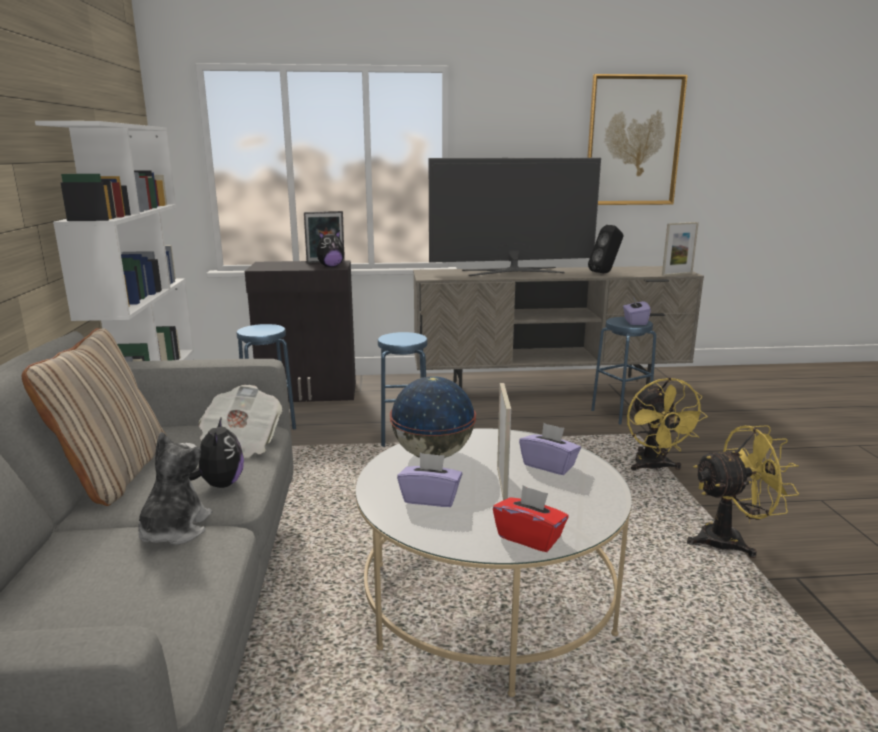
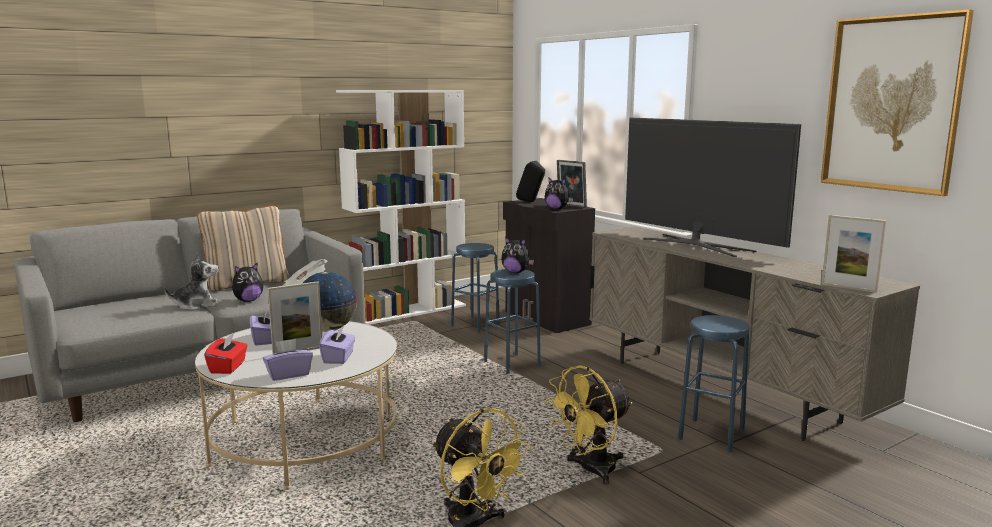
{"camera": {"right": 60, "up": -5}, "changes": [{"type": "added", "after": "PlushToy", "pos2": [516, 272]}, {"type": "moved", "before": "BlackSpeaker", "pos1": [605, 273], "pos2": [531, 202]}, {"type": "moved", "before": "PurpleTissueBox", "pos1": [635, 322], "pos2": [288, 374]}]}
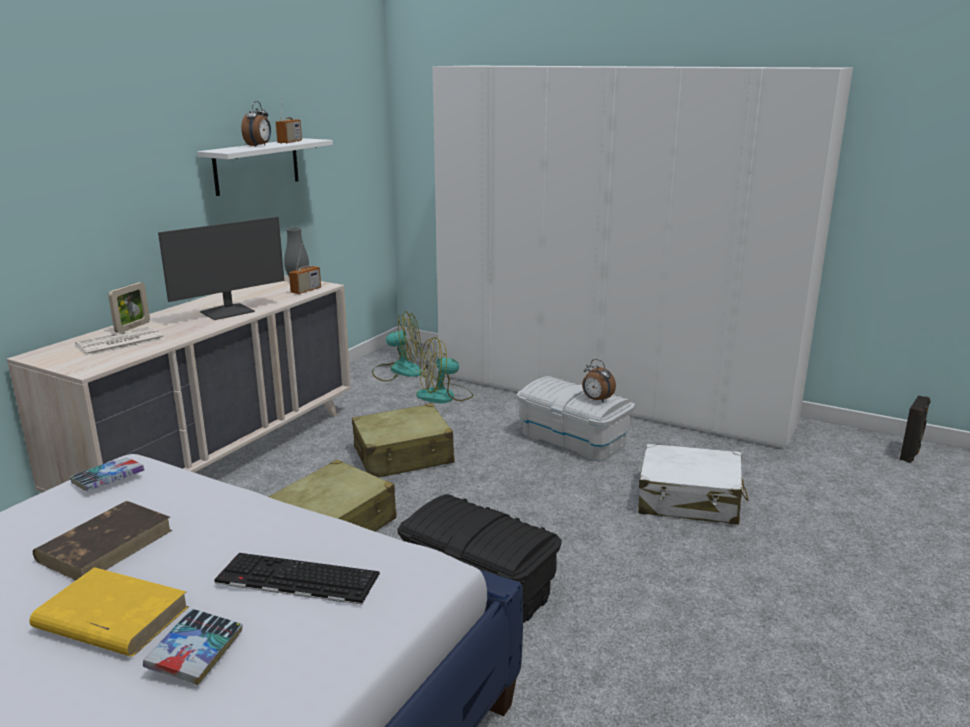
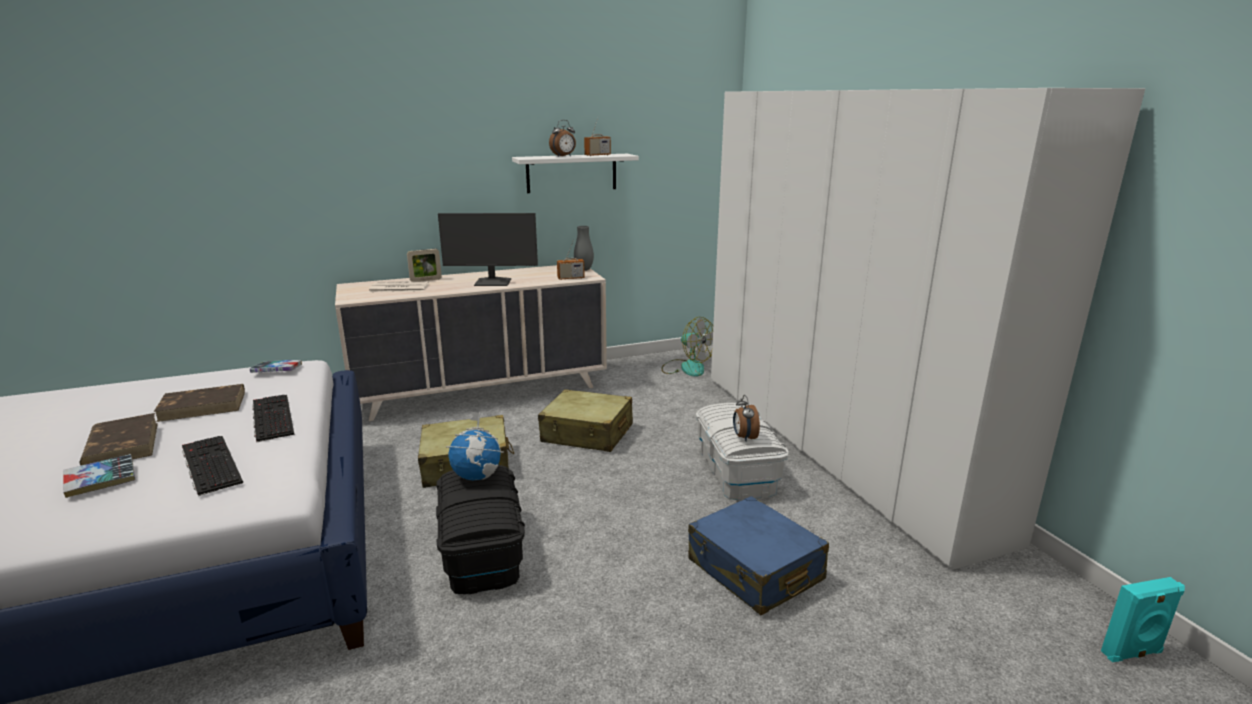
{"camera": {"right": 40, "up": 0}, "changes": [{"type": "removed", "before": "Fan", "pos1": [444, 396]}, {"type": "added", "after": "Keyboard", "pos2": [271, 417]}, {"type": "added", "after": "Globe", "pos2": [477, 476]}, {"type": "recoloured", "before": "YellowBook", "after": "BrownBook", "pos1": [110, 618], "pos2": [122, 444]}, {"type": "recoloured", "before": "WhiteSuitcase", "after": "BlueSuitcase", "pos1": [689, 500], "pos2": [754, 570]}, {"type": "recoloured", "before": "BlackSpeaker", "after": "TurquoiseSpeaker", "pos1": [910, 454], "pos2": [1132, 653]}]}
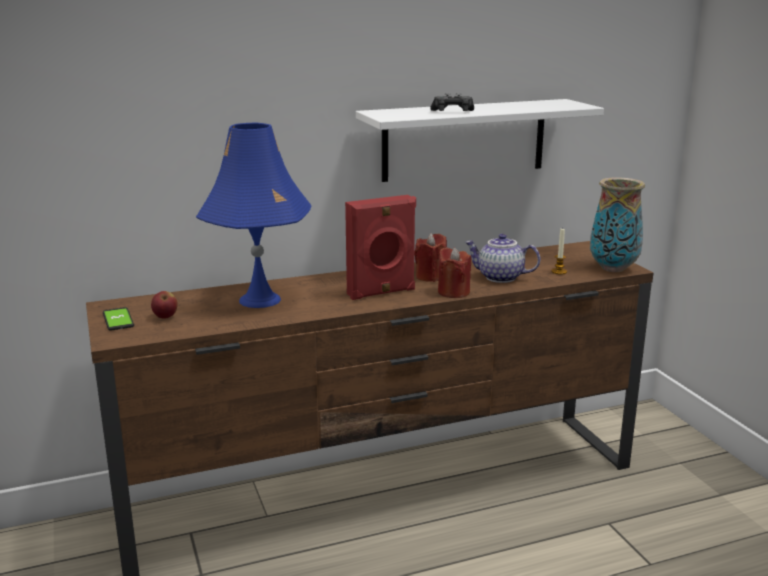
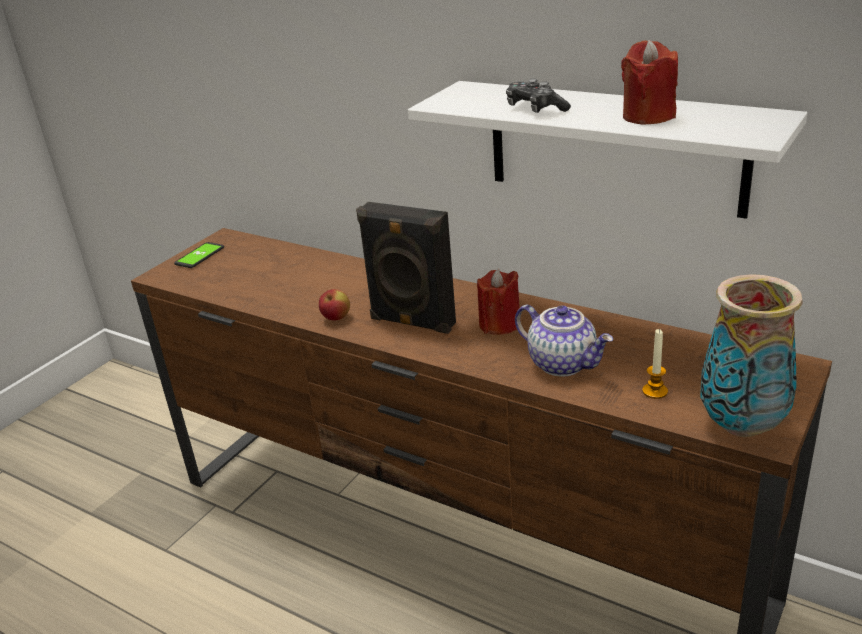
{"camera": {"right": 55, "up": 10}, "changes": [{"type": "removed", "before": "BlueTableLamp", "pos1": [259, 300]}, {"type": "moved", "before": "Apple", "pos1": [165, 317], "pos2": [336, 318]}, {"type": "moved", "before": "RedCandle", "pos1": [453, 292], "pos2": [648, 116]}, {"type": "recoloured", "before": "RedSpeaker", "after": "BlackSpeaker", "pos1": [382, 292], "pos2": [411, 322]}, {"type": "turned", "before": "Teapot", "pos1": [499, 278], "pos2": [563, 363], "turn": 150}]}
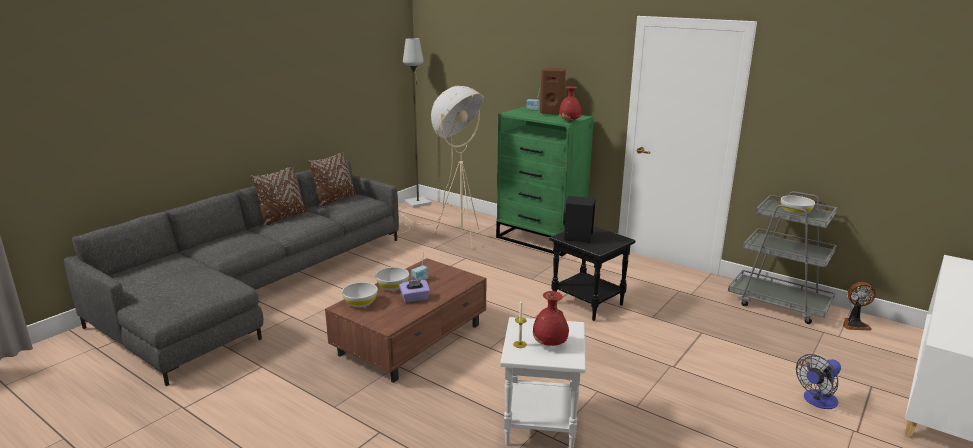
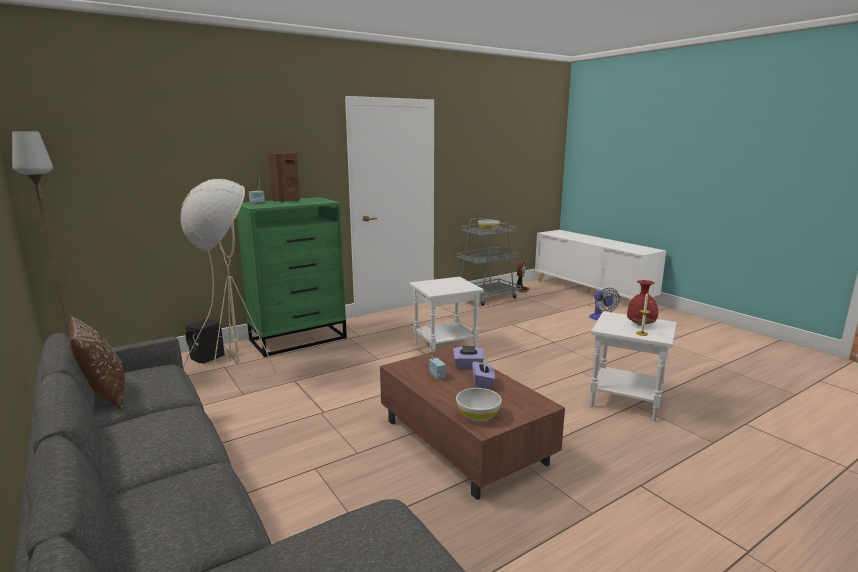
{"camera": {"right": -70, "up": -5}, "changes": [{"type": "removed", "before": "BrownPillow", "pos1": [282, 217]}, {"type": "removed", "before": "WhiteBowl", "pos1": [392, 286]}, {"type": "removed", "before": "RedVase", "pos1": [569, 121]}, {"type": "added", "after": "PurpleTissueBox", "pos2": [468, 366]}, {"type": "moved", "before": "BlackSpeaker", "pos1": [578, 237], "pos2": [207, 357]}, {"type": "recoloured", "before": "BlackSideTable", "after": "WhiteSideTable", "pos1": [588, 303], "pos2": [445, 347]}]}
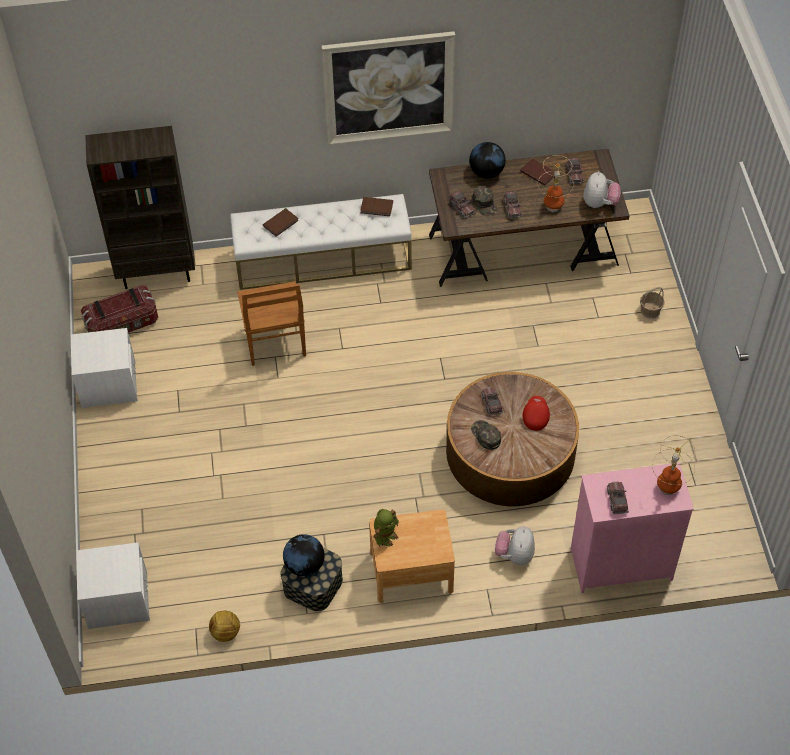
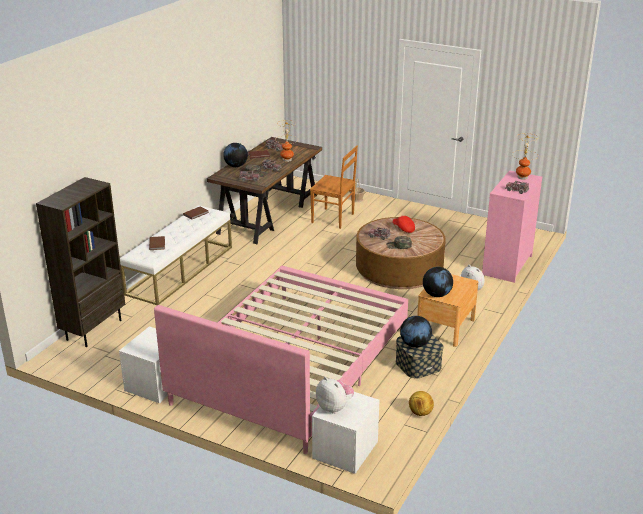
{"camera": {"right": -55, "up": -25}, "changes": [{"type": "removed", "before": "StorageBox", "pos1": [123, 325]}, {"type": "removed", "before": "Picture", "pos1": [389, 87]}, {"type": "added", "after": "PinkBed", "pos2": [292, 365]}, {"type": "moved", "before": "BrownChair", "pos1": [275, 343], "pos2": [334, 218]}, {"type": "moved", "before": "PlushToy", "pos1": [599, 203], "pos2": [334, 407]}, {"type": "replaced", "before": "ToyRobot", "after": "Globe", "pos1": [385, 536], "pos2": [437, 295]}]}
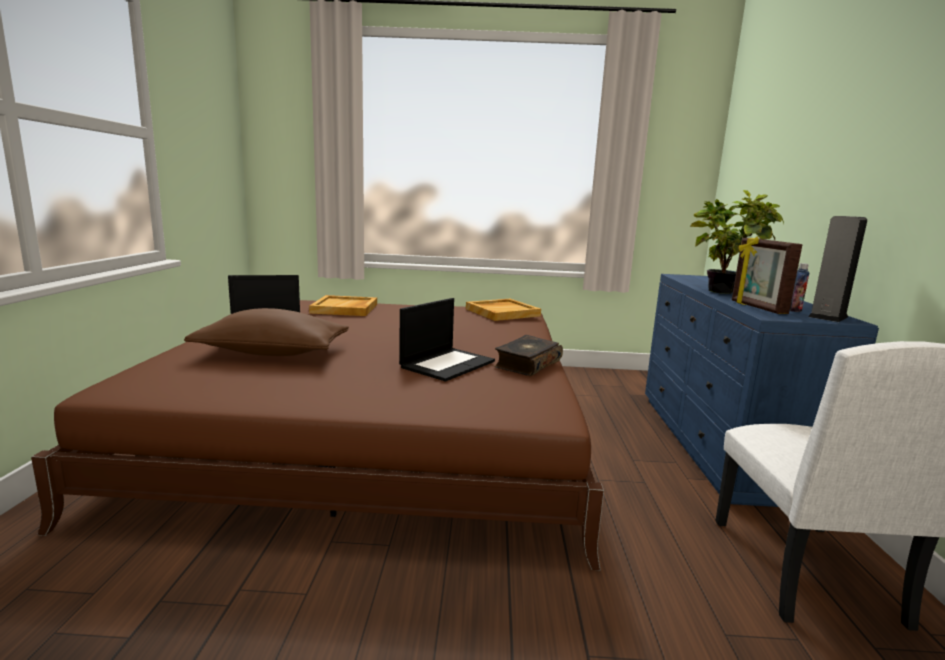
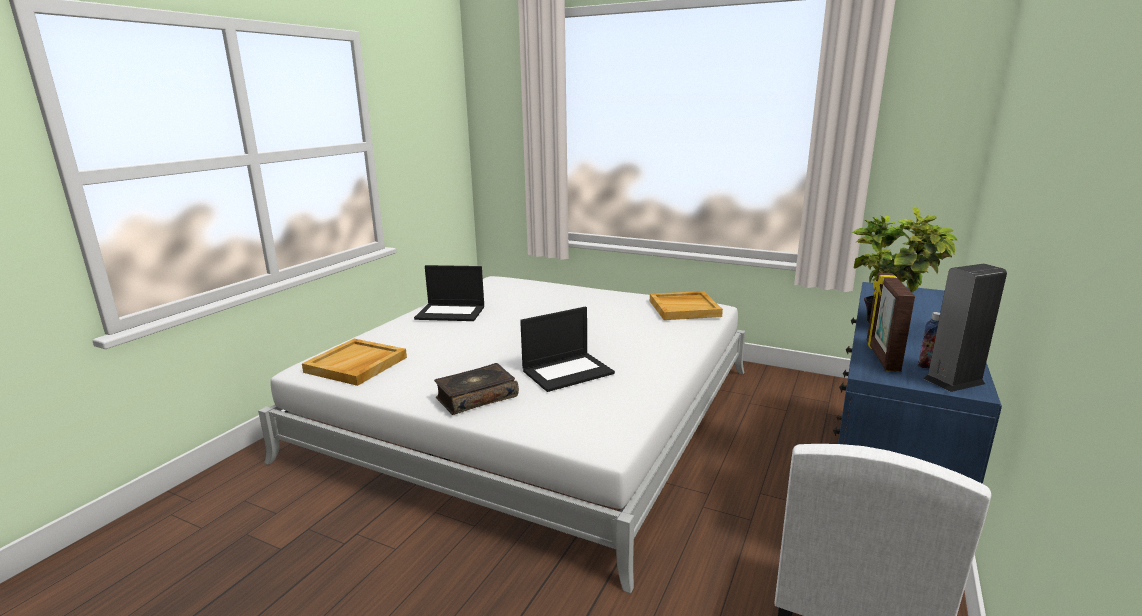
{"camera": {"right": 25, "up": 5}, "changes": [{"type": "removed", "before": "BrownPillow", "pos1": [272, 353]}, {"type": "moved", "before": "BeigeTray", "pos1": [345, 309], "pos2": [356, 365]}, {"type": "moved", "before": "Book", "pos1": [527, 364], "pos2": [476, 397]}, {"type": "recoloured", "before": "BrownBed", "after": "WhiteBed", "pos1": [377, 426], "pos2": [534, 412]}]}
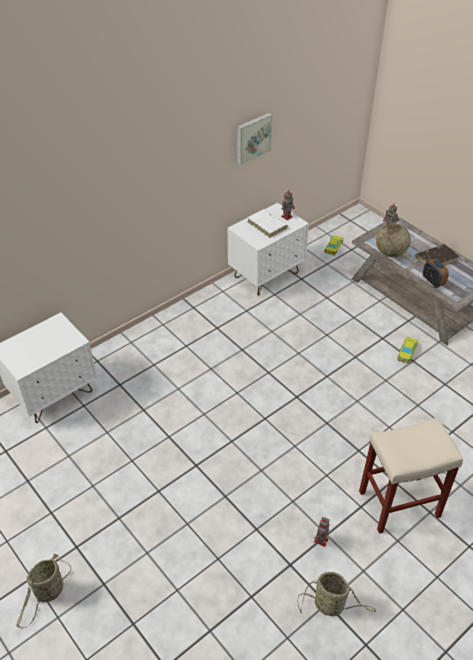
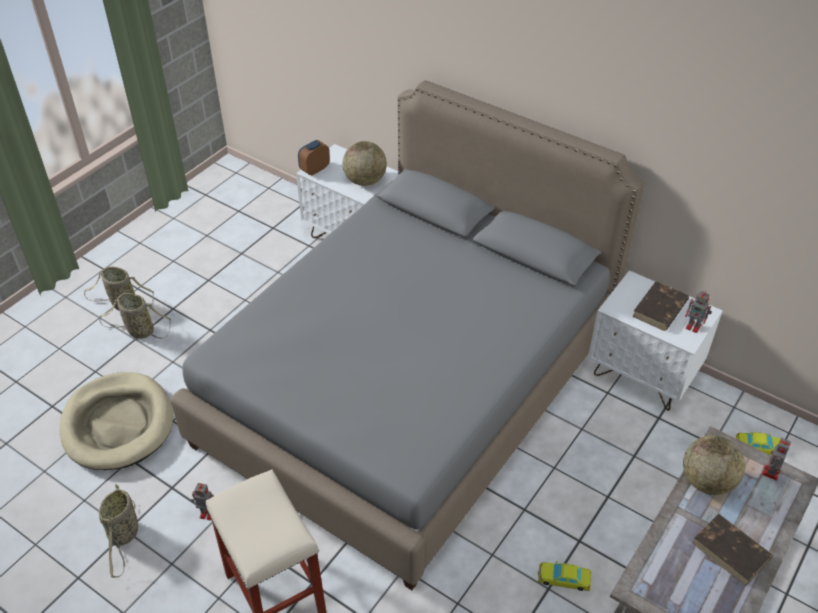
{"camera": {"right": 75, "up": 0}, "changes": [{"type": "removed", "before": "Picture", "pos1": [252, 138]}, {"type": "added", "after": "BeigeDogBed", "pos2": [118, 424]}, {"type": "added", "after": "Basket", "pos2": [138, 331]}, {"type": "added", "after": "GreyBed", "pos2": [409, 387]}, {"type": "added", "after": "Globe", "pos2": [365, 181]}, {"type": "moved", "before": "AlarmClock", "pos1": [432, 282], "pos2": [314, 169]}, {"type": "recoloured", "before": "WhiteBook", "after": "BrownBook", "pos1": [267, 225], "pos2": [660, 309]}]}
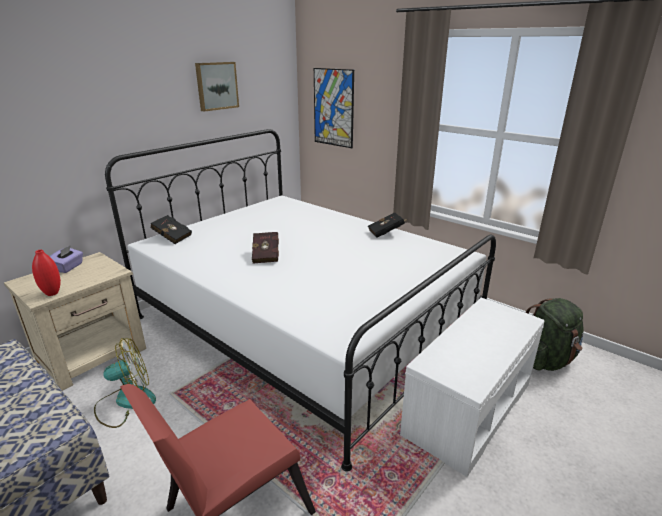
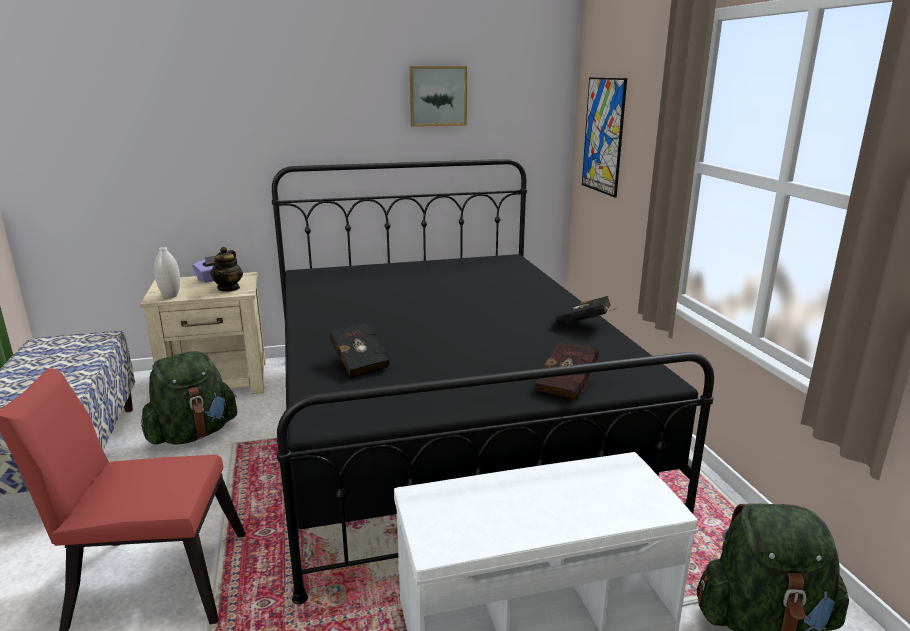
{"camera": {"right": 35, "up": -5}, "changes": [{"type": "added", "after": "Teapot", "pos2": [229, 288]}, {"type": "moved", "before": "BlackBook", "pos1": [171, 237], "pos2": [359, 363]}, {"type": "moved", "before": "RedBook", "pos1": [266, 255], "pos2": [568, 385]}, {"type": "replaced", "before": "Fan", "after": "GreenBackpack", "pos1": [125, 402], "pos2": [193, 434]}, {"type": "recoloured", "before": "RedVase", "after": "WhiteVase", "pos1": [52, 293], "pos2": [170, 296]}, {"type": "recoloured", "before": "WhiteBed", "after": "BlackBed", "pos1": [304, 324], "pos2": [444, 426]}]}
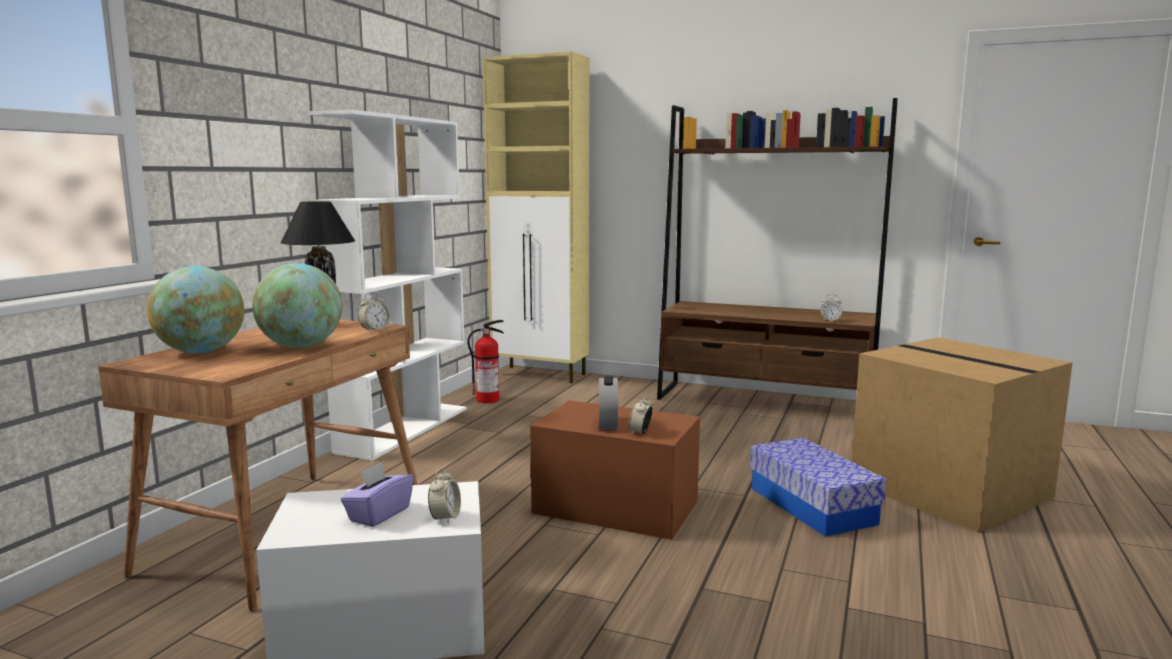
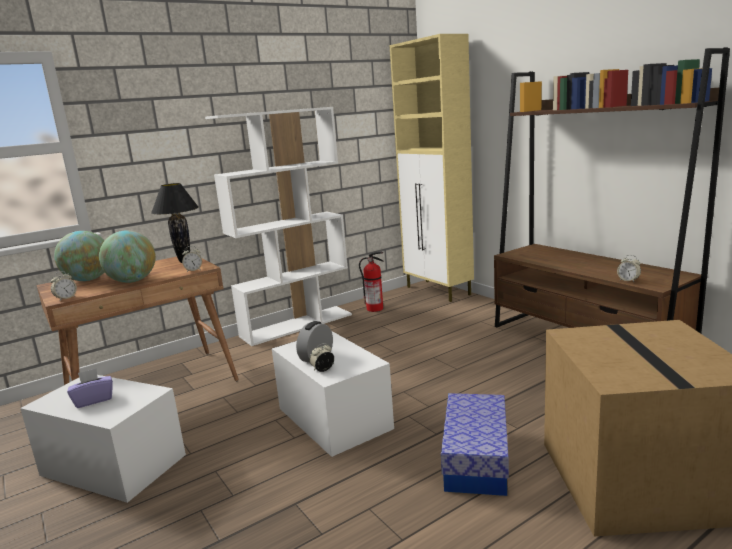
{"camera": {"right": 35, "up": 5}, "changes": [{"type": "moved", "before": "AlarmClock", "pos1": [445, 518], "pos2": [66, 298]}, {"type": "recoloured", "before": "BrownStorageBox", "after": "WhiteStorageBox", "pos1": [616, 507], "pos2": [334, 418]}]}
